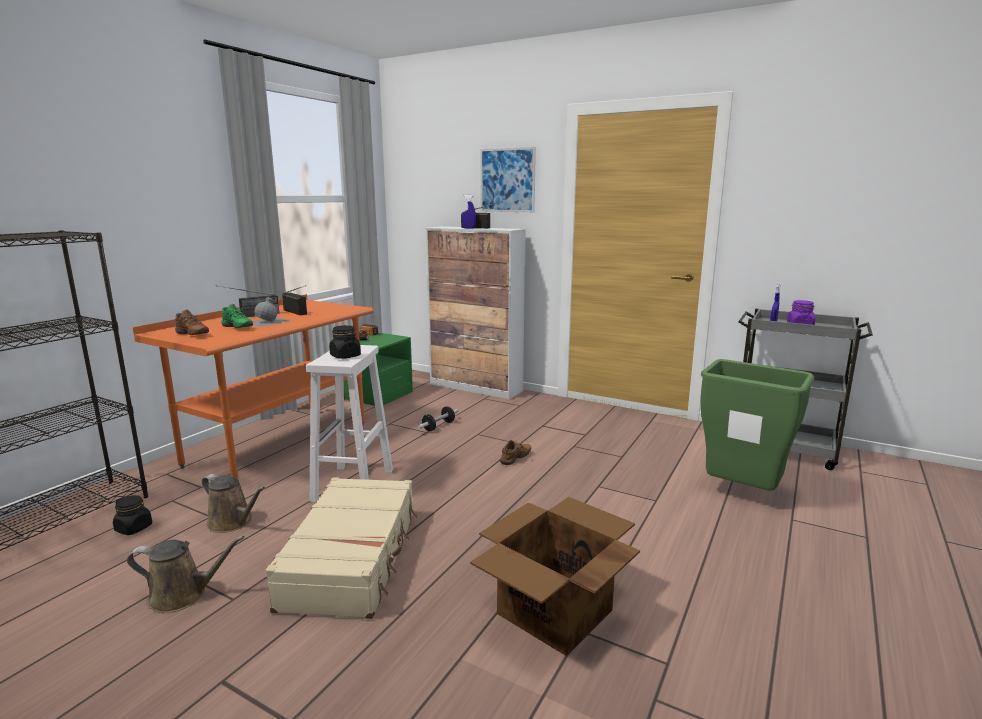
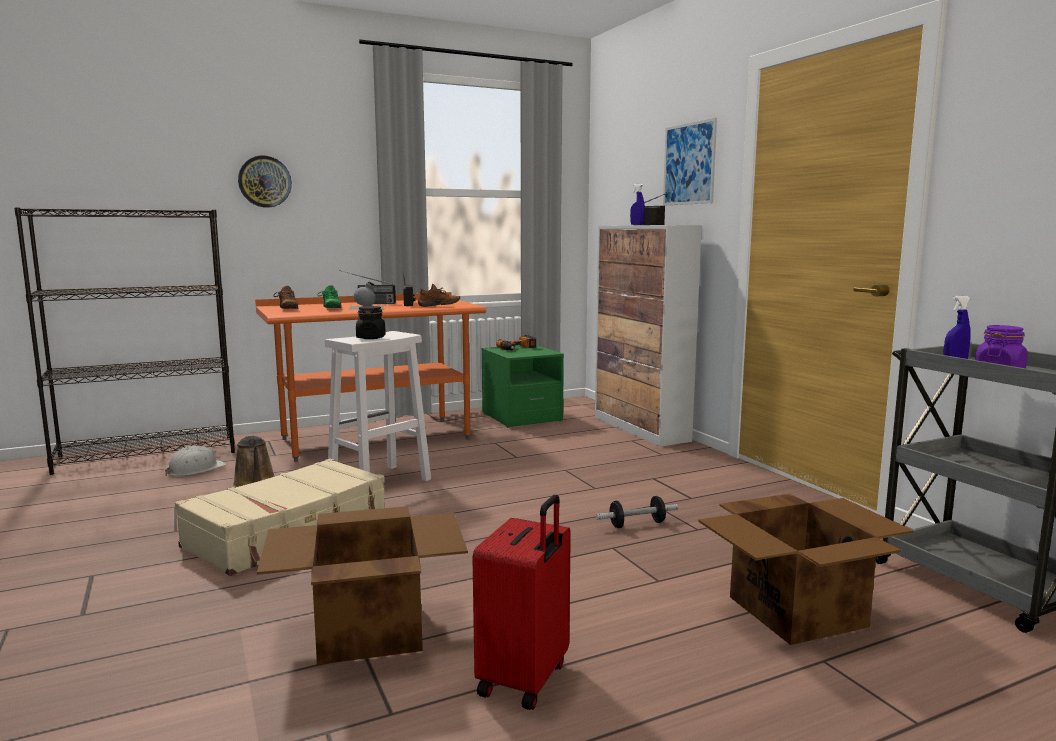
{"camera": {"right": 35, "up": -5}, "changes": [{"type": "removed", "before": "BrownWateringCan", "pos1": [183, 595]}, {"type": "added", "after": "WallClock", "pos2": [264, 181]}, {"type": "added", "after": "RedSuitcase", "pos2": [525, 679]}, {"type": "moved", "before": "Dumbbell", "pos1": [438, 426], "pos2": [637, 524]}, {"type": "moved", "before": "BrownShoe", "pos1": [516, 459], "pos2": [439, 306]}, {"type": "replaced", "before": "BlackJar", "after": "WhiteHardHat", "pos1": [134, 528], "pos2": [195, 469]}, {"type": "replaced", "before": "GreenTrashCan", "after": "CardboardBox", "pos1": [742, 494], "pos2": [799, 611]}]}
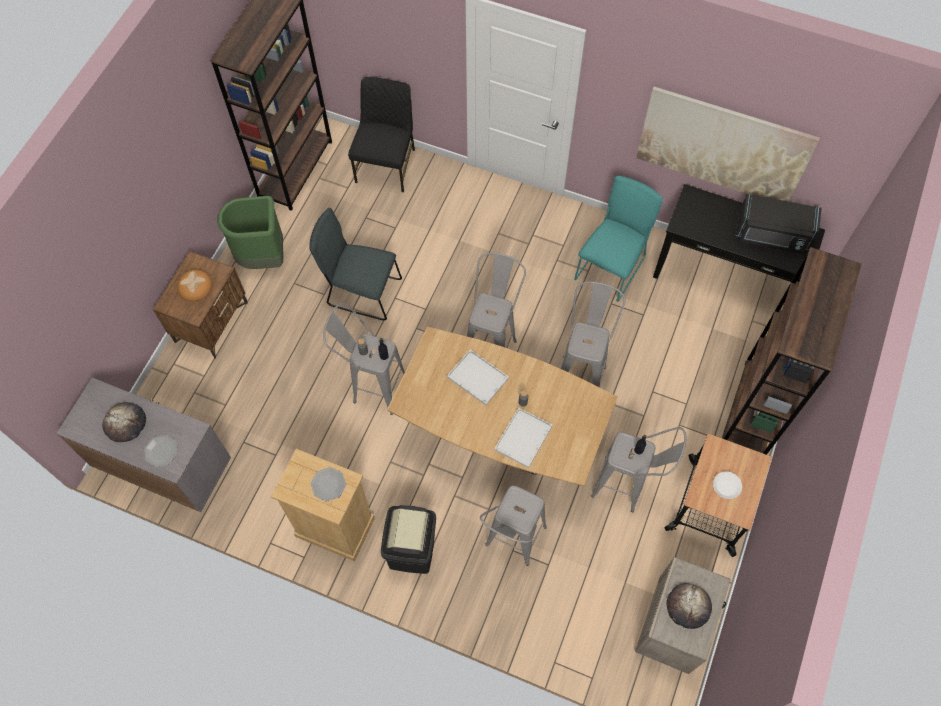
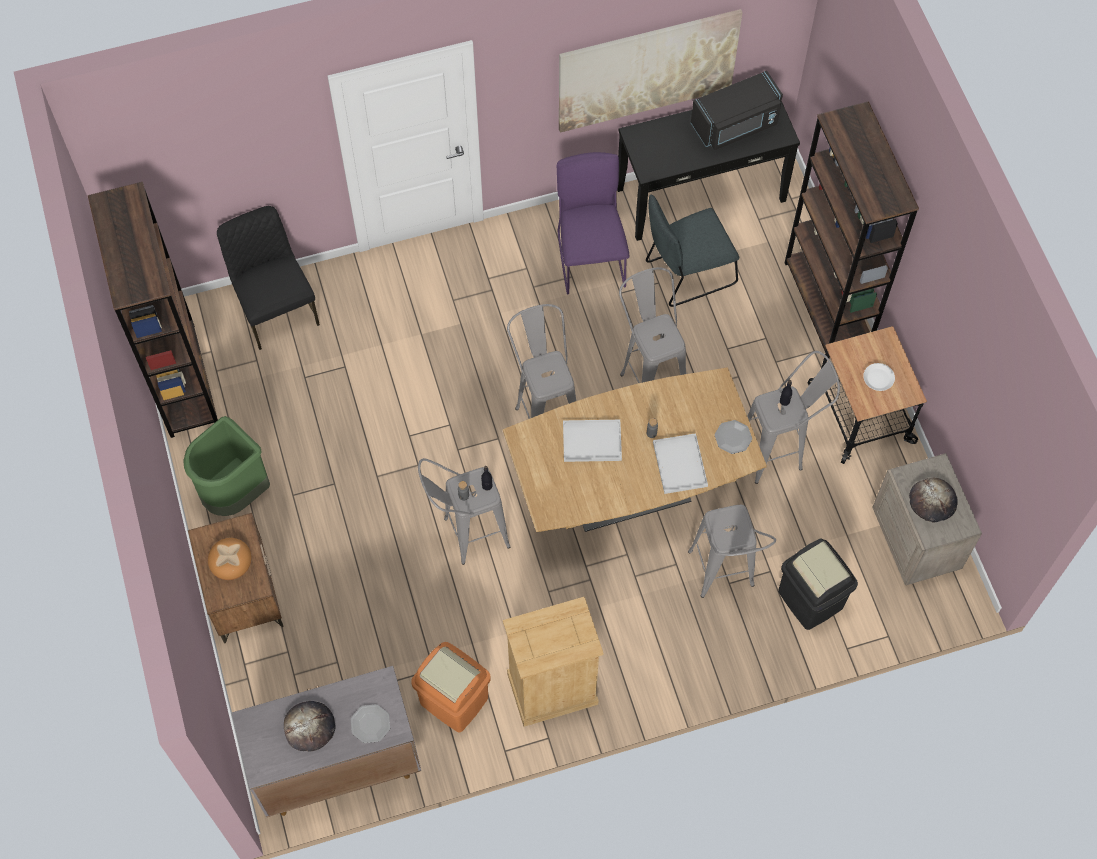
{"camera": {"right": -40, "up": 0}, "changes": [{"type": "added", "after": "OrangeTrashCan", "pos2": [453, 700]}, {"type": "moved", "before": "GreyChair", "pos1": [361, 292], "pos2": [686, 274]}, {"type": "moved", "before": "Plate", "pos1": [328, 484], "pos2": [733, 437]}, {"type": "moved", "before": "BlackTrashCan", "pos1": [412, 550], "pos2": [811, 599]}, {"type": "recoloured", "before": "TurquoiseChair", "after": "PurpleChair", "pos1": [611, 266], "pos2": [590, 257]}]}
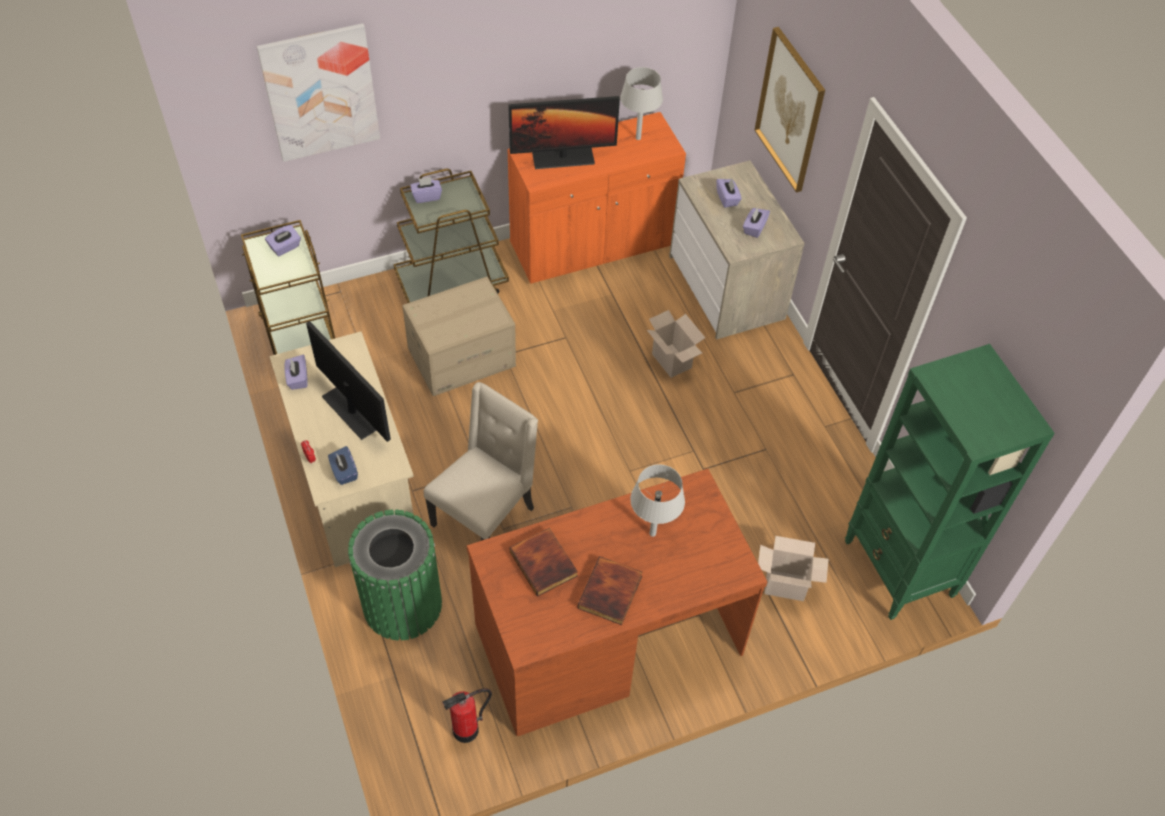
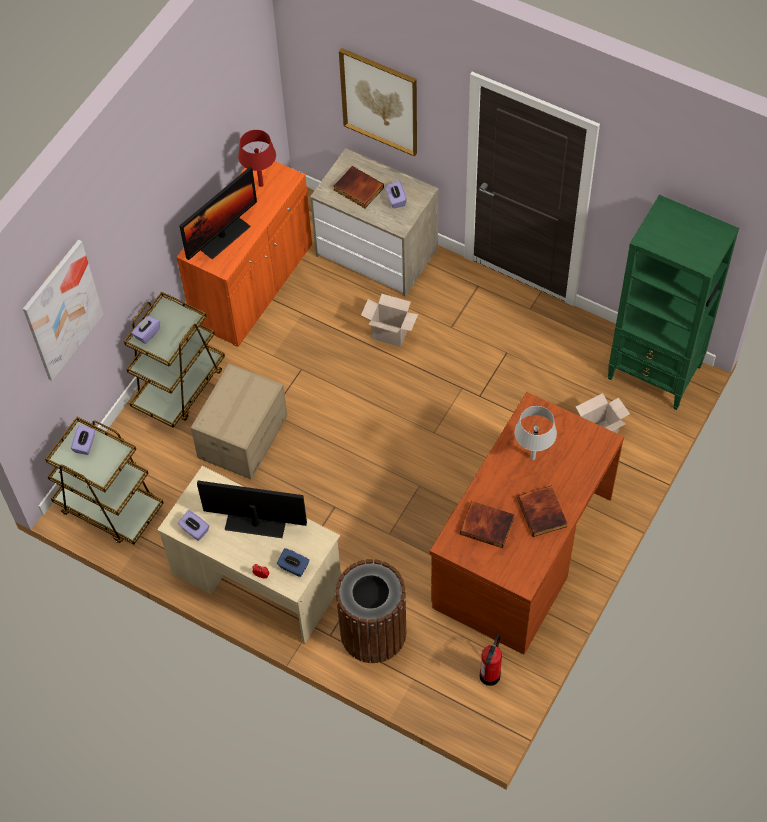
{"camera": {"right": -35, "up": 5}, "changes": [{"type": "removed", "before": "BeigeChair", "pos1": [485, 516]}, {"type": "replaced", "before": "PurpleTissueBox", "after": "Book", "pos1": [727, 199], "pos2": [357, 189]}, {"type": "recoloured", "before": "GreenTrashCan", "after": "BrownTrashCan", "pos1": [402, 604], "pos2": [373, 632]}, {"type": "recoloured", "before": "GreyTableLamp", "after": "RedTableLamp", "pos1": [638, 138], "pos2": [261, 185]}]}
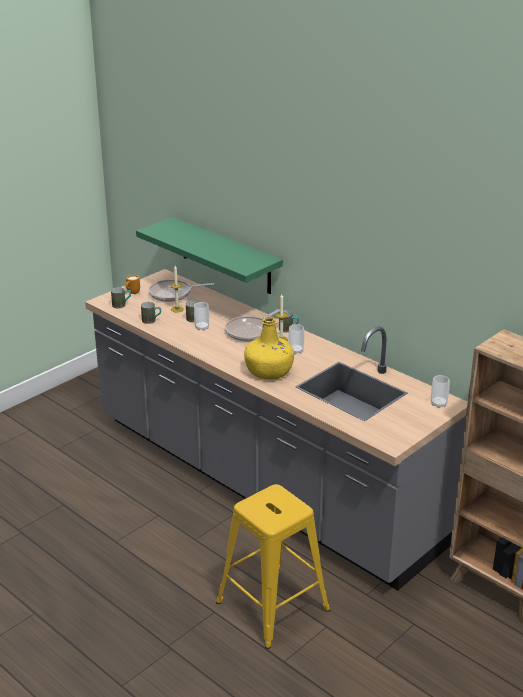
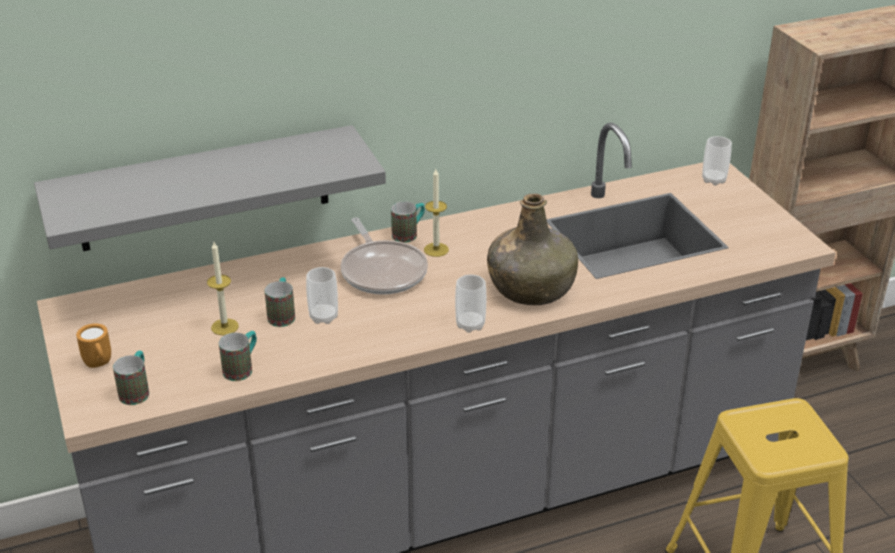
{"camera": {"right": -65, "up": 5}, "changes": [{"type": "removed", "before": "FryingPan", "pos1": [173, 294]}, {"type": "moved", "before": "Cup", "pos1": [296, 351], "pos2": [470, 325]}, {"type": "recoloured", "before": "GreenShelf", "after": "GreyShelf", "pos1": [225, 256], "pos2": [204, 189]}, {"type": "recoloured", "before": "YellowBottle", "after": "GreenBottle", "pos1": [269, 371], "pos2": [531, 288]}]}
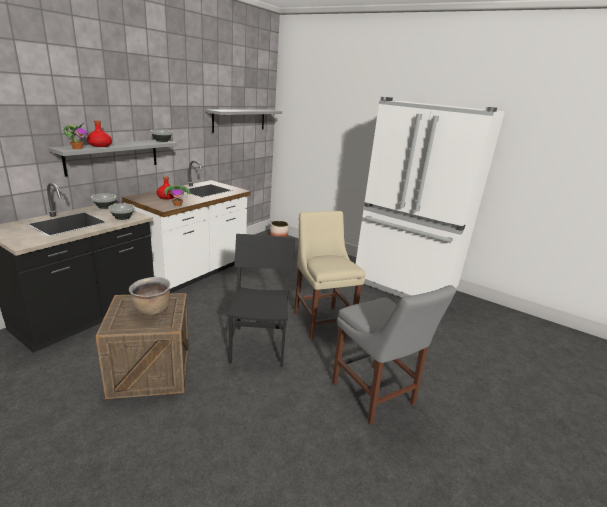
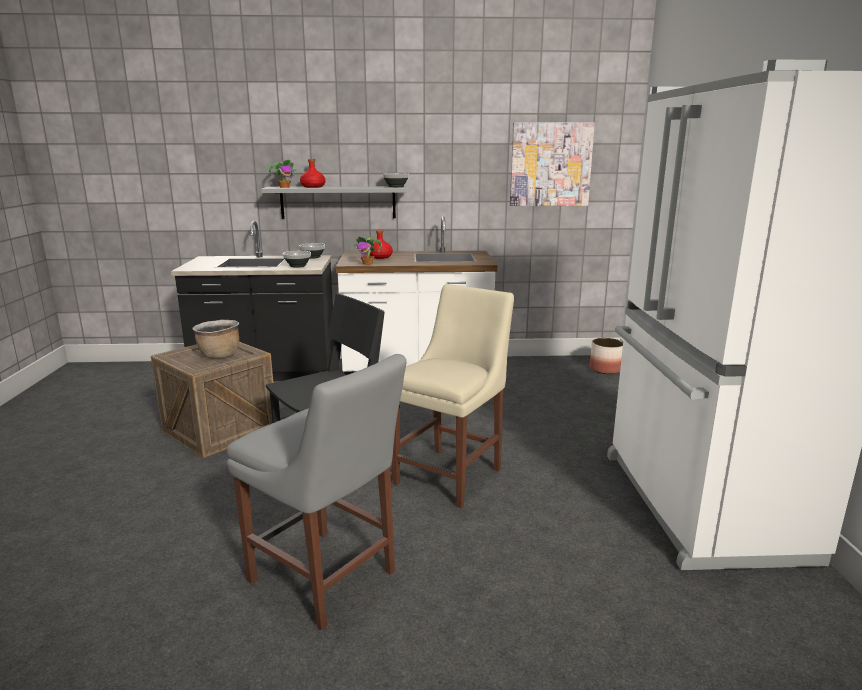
{"camera": {"right": 55, "up": -5}, "changes": [{"type": "replaced", "before": "GreyShelf", "after": "Picture", "pos1": [239, 120], "pos2": [550, 164]}, {"type": "turned", "before": "GreyChair", "pos1": [375, 396], "pos2": [326, 579], "turn": -75}]}
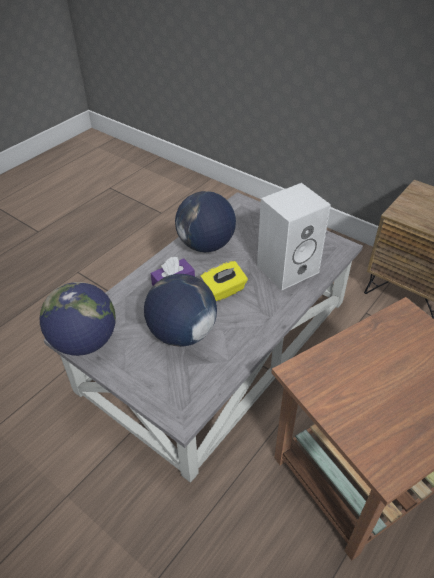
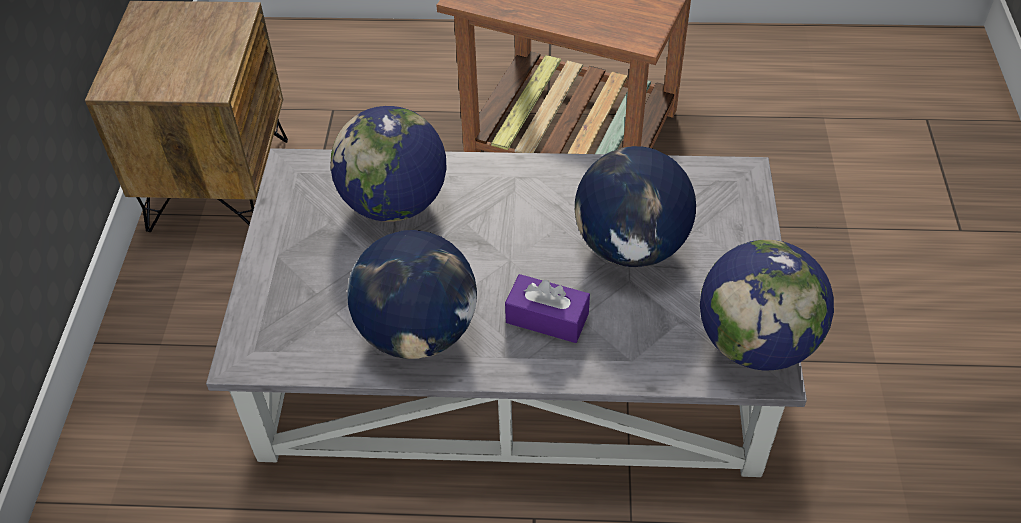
{"camera": {"right": -125, "up": 5}, "changes": [{"type": "removed", "before": "YellowTissueBox", "pos1": [224, 291]}, {"type": "replaced", "before": "WhiteSpeaker", "after": "Globe", "pos1": [288, 268], "pos2": [394, 204]}]}
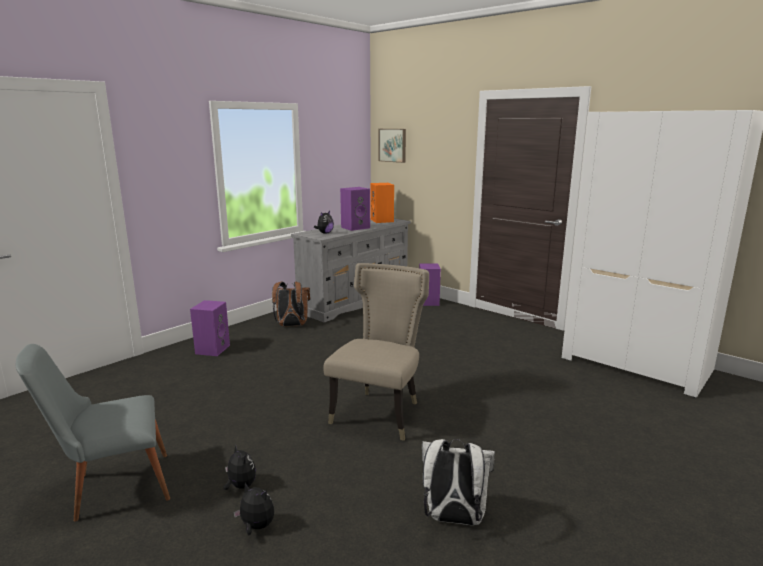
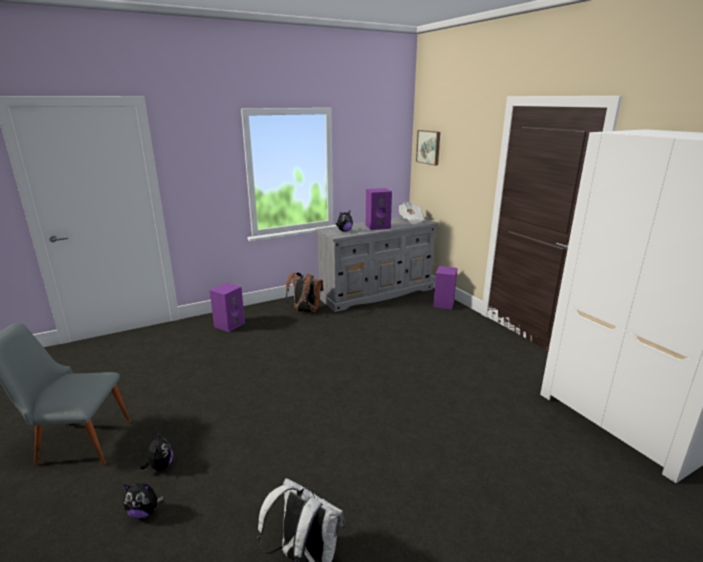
{"camera": {"right": 20, "up": 5}, "changes": [{"type": "removed", "before": "BeigeChair", "pos1": [380, 412]}, {"type": "replaced", "before": "OrangeSpeaker", "after": "Newspaper", "pos1": [382, 220], "pos2": [411, 220]}, {"type": "turned", "before": "PlushToy", "pos1": [256, 527], "pos2": [144, 512], "turn": 135}]}
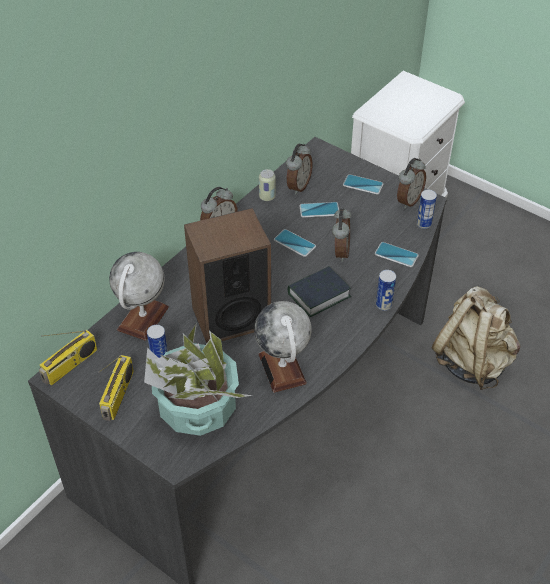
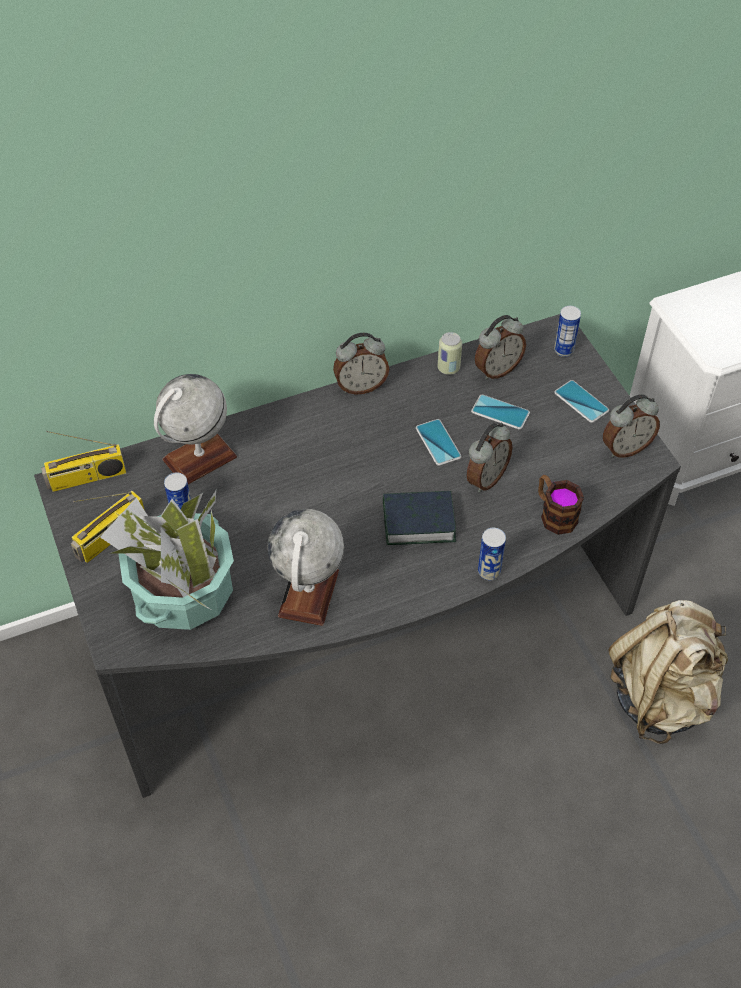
{"camera": {"right": 30, "up": 5}, "changes": [{"type": "removed", "before": "Speaker", "pos1": [231, 317]}, {"type": "moved", "before": "Can", "pos1": [423, 224], "pos2": [563, 350]}, {"type": "replaced", "before": "Phone", "after": "Mug", "pos1": [396, 255], "pos2": [554, 514]}]}
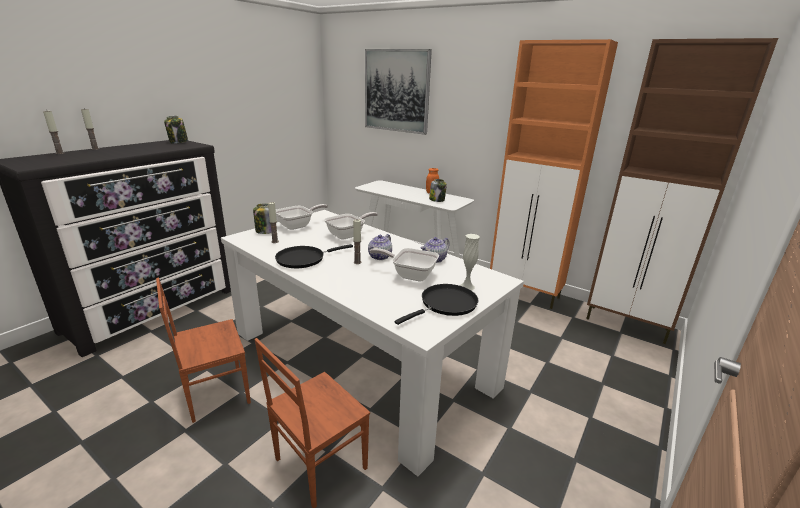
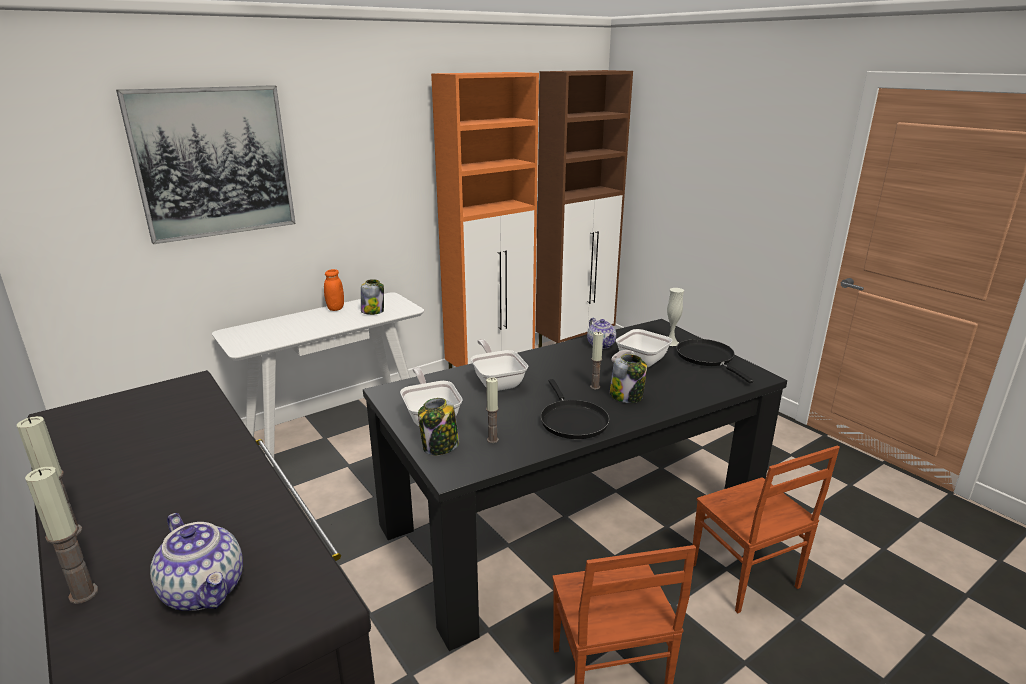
{"camera": {"right": -70, "up": 0}, "changes": [{"type": "moved", "before": "Jar", "pos1": [178, 142], "pos2": [626, 396]}, {"type": "moved", "before": "Teapot", "pos1": [380, 257], "pos2": [205, 590]}, {"type": "recoloured", "before": "WhiteDiningTable", "after": "BlackDiningTable", "pos1": [360, 358], "pos2": [571, 519]}]}
